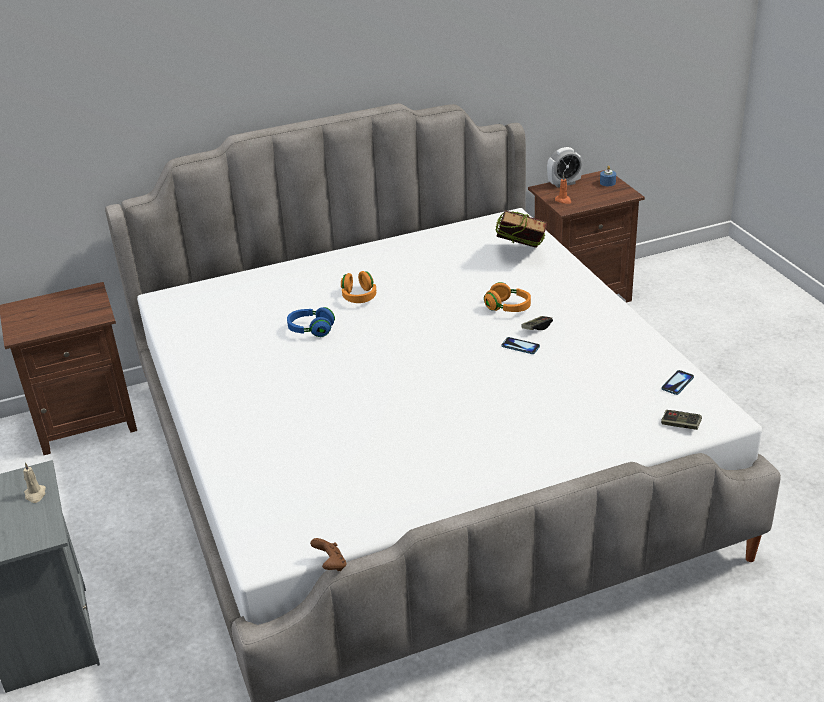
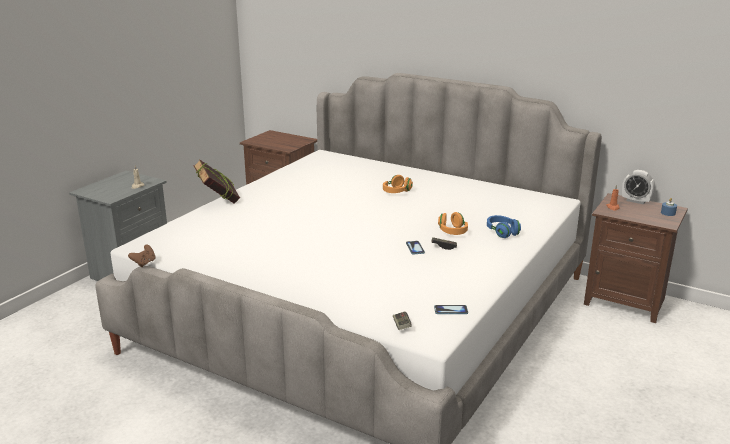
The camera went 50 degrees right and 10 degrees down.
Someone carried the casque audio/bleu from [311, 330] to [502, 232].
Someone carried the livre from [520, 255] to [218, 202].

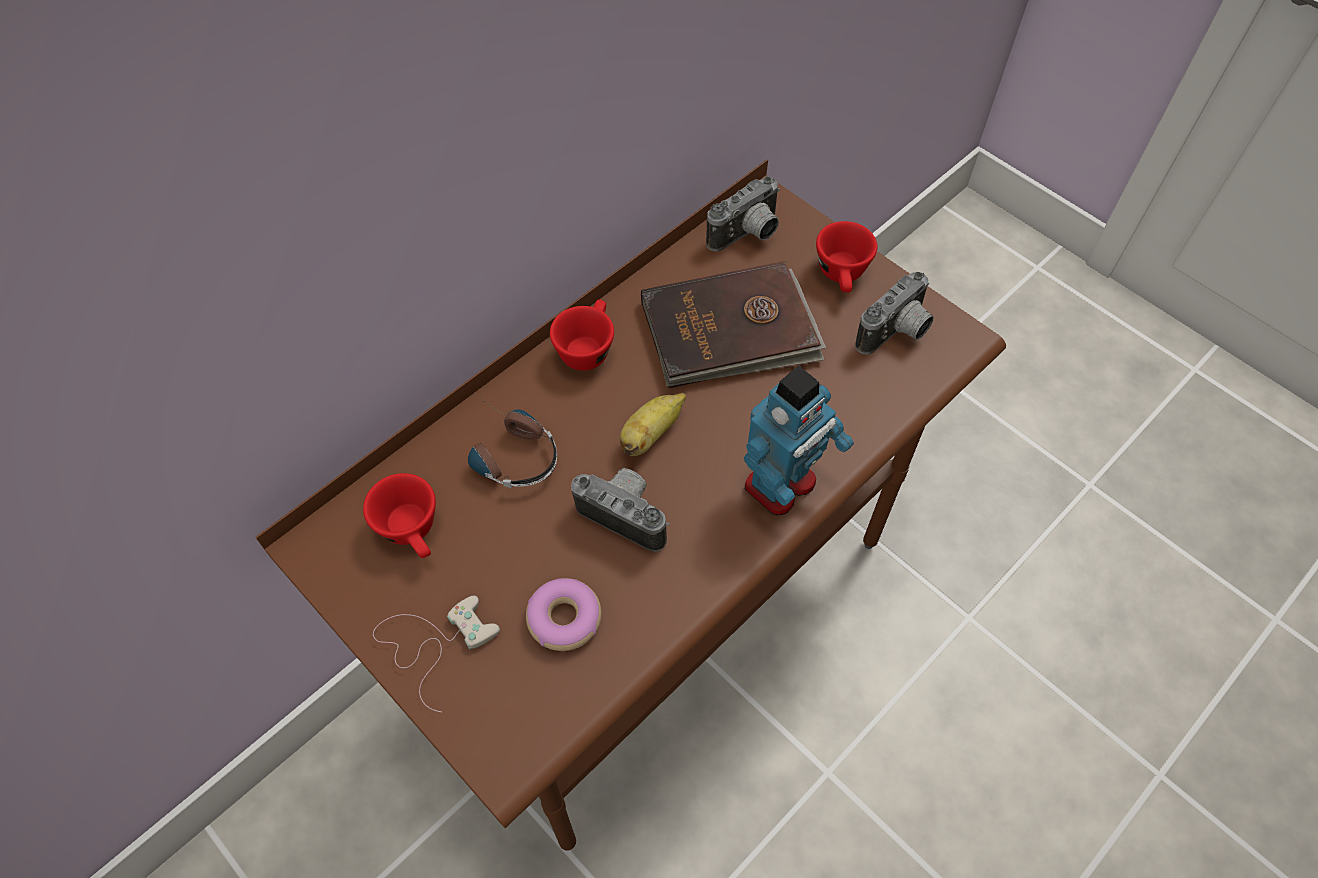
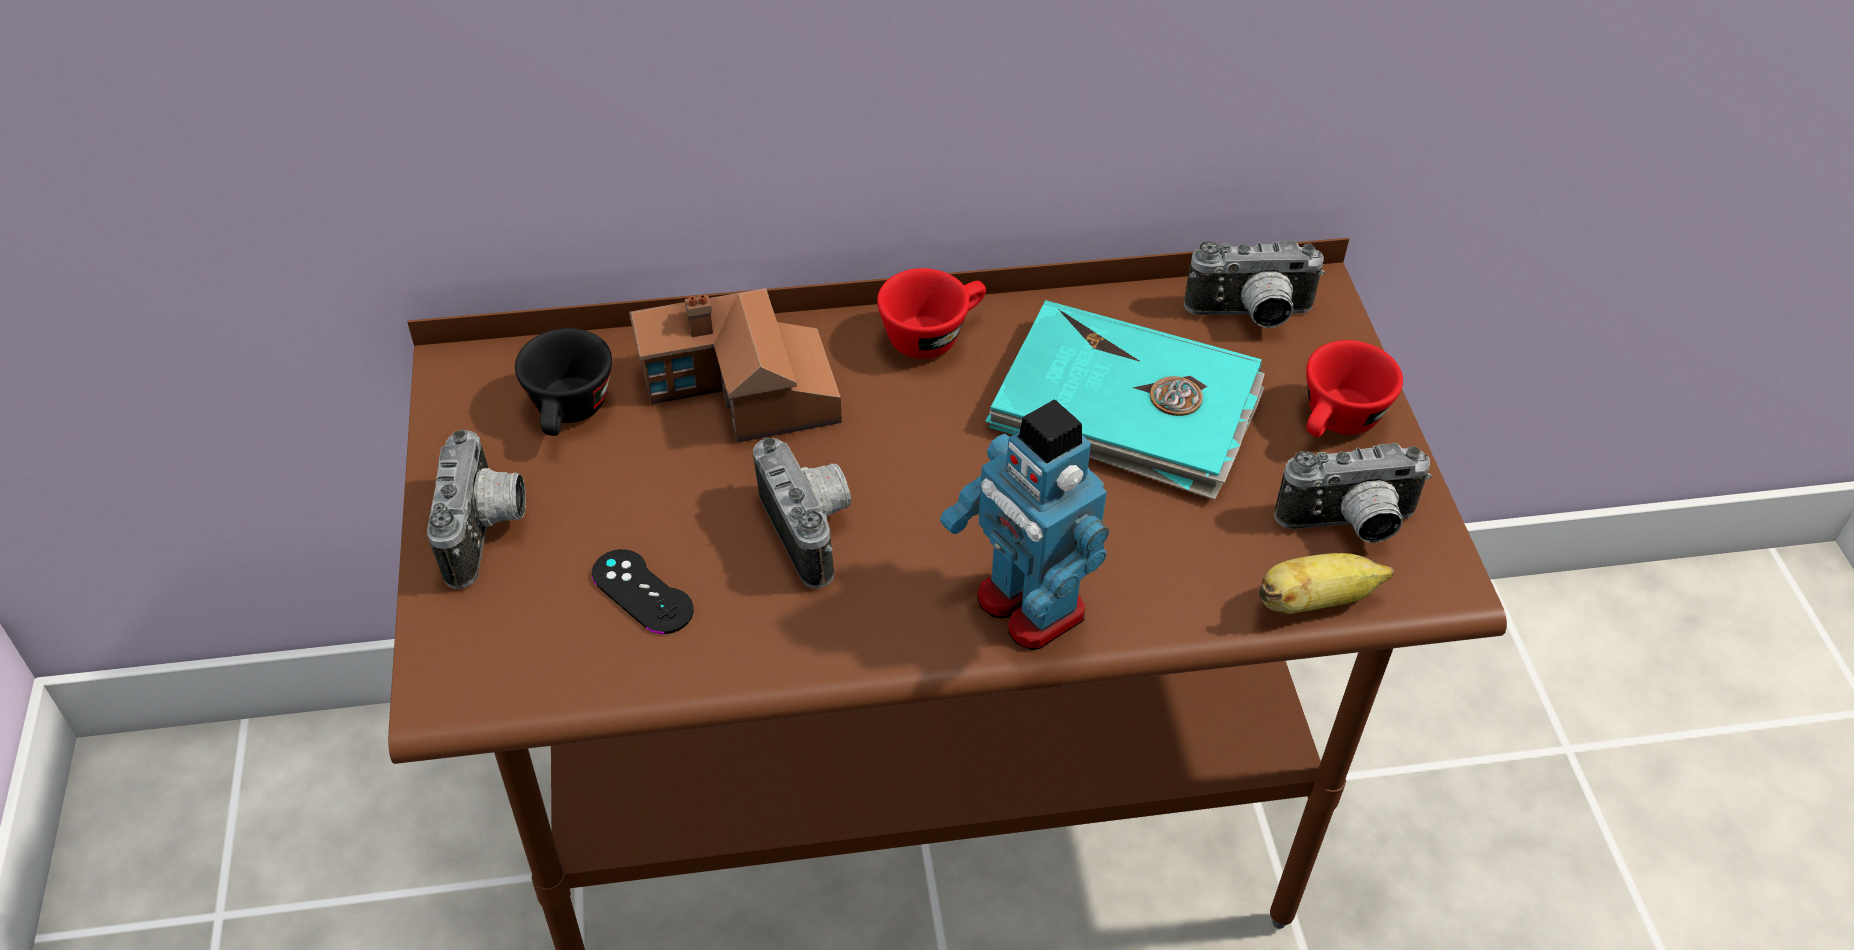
The camera went 35 degrees right and 10 degrees down.
Someone carried the banane from [651, 434] to [1315, 602].
Someone swapped the manette/blanc at [434, 643] for the appareil photo at [487, 531].
Someone swapped the casque audio at [506, 452] for the maison miniature at [740, 391].
Someone swapped the beignet at [564, 618] for the manette/noir at [642, 592].
Someone repainted the tasse/rouge at [413, 532], which became the tasse/noir at [569, 413].
Someone repainted the livre/marron at [730, 331], which became the livre/turquoise at [1126, 408].
Someone rotated the robot jouet at [781, 485] by 60 degrees clockwise.

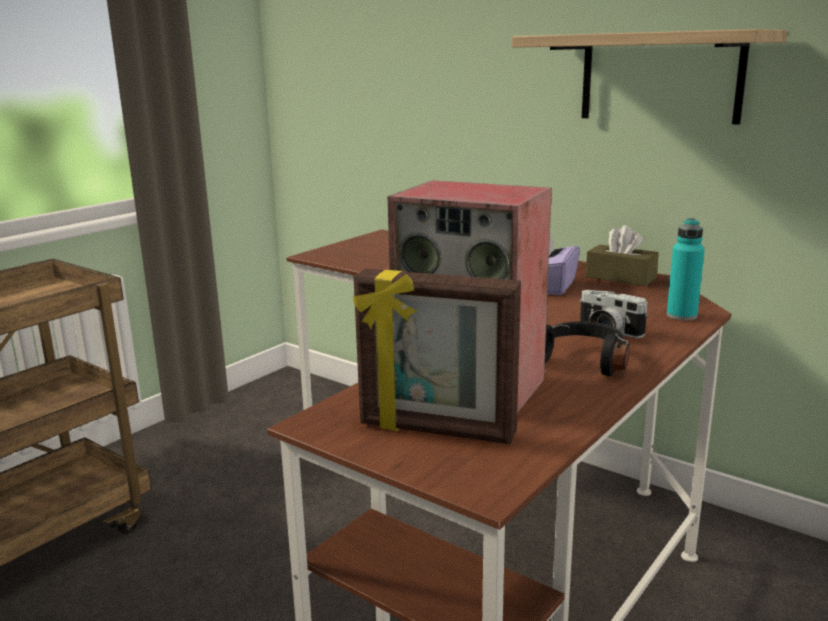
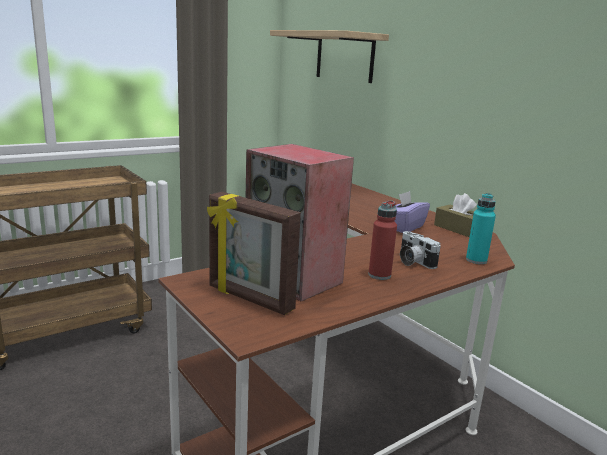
The camera went 15 degrees right and 0 degrees up.
Someone carried the étagère from [660, 77] to [344, 57].
Someone swapped the casque audio/noir at [581, 359] for the bouteille/rouge at [379, 275].

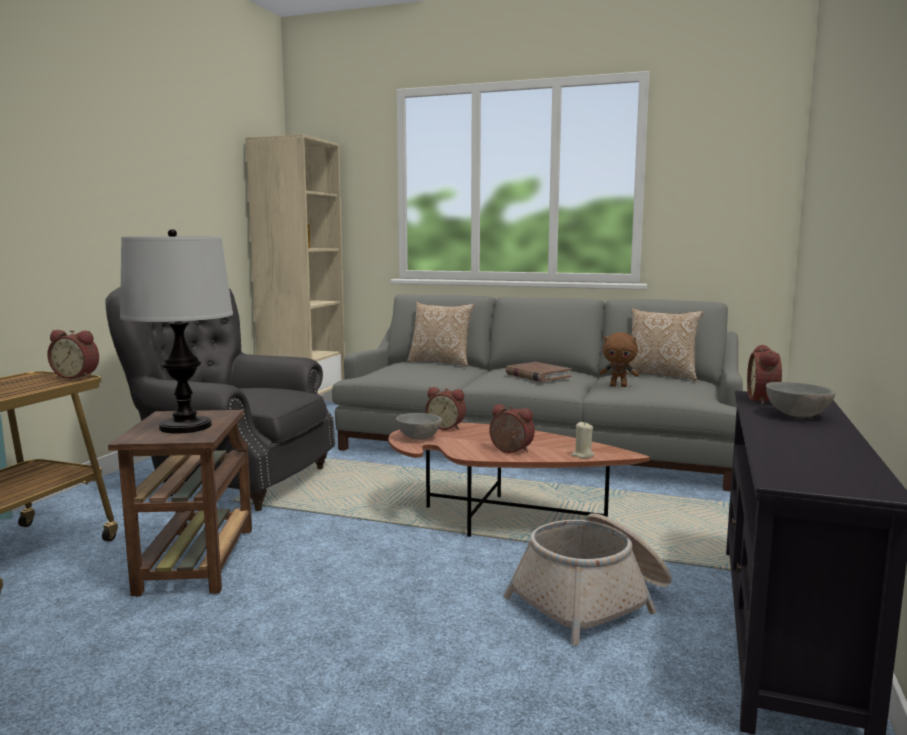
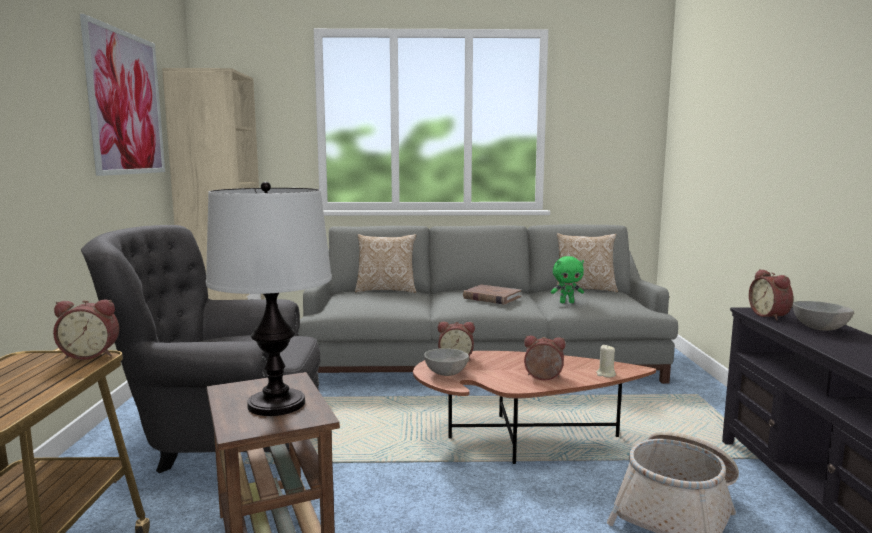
The camera went 20 degrees left and 0 degrees up.
Someone put up the tableau at [126, 103].
Someone repainted the peluche/marron at [618, 386], which became the peluche/vert at [567, 302].

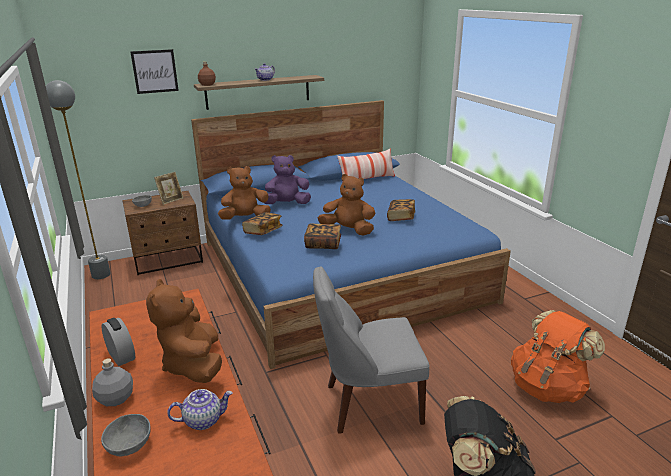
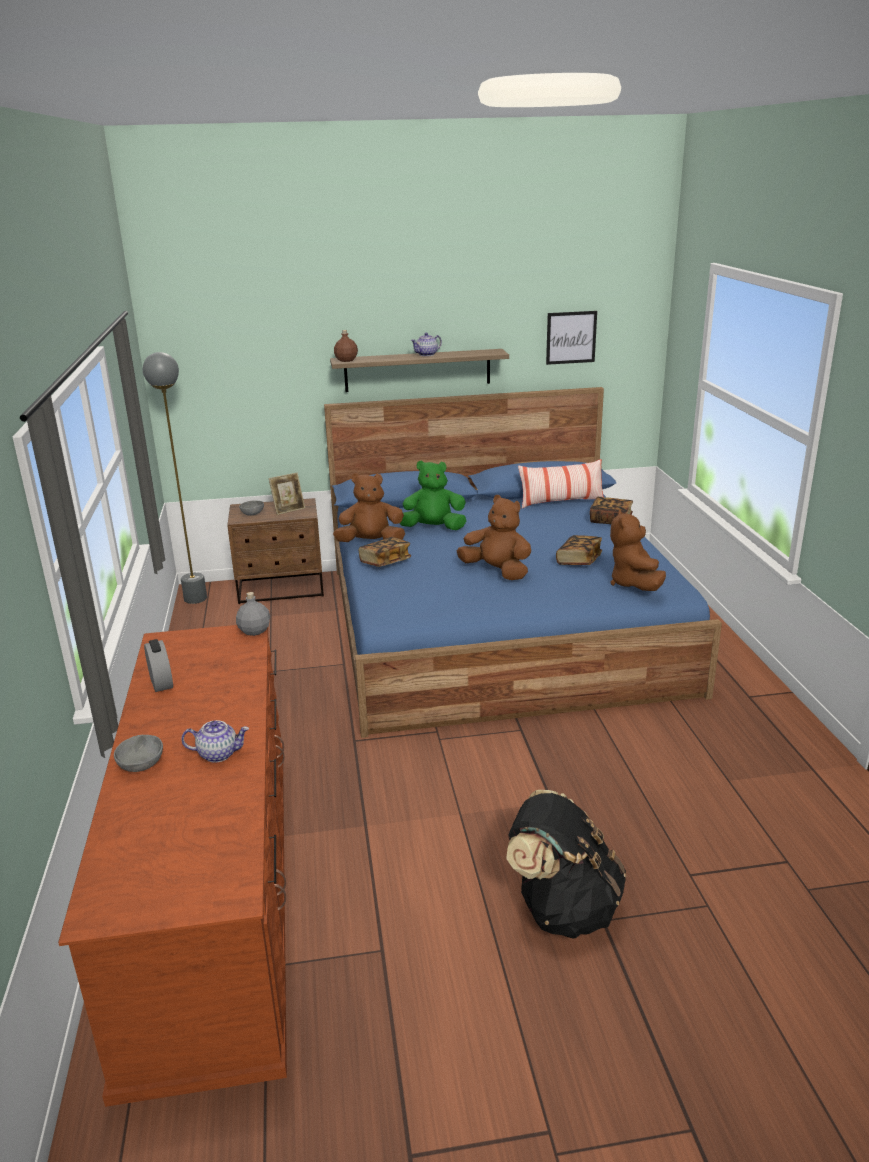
The camera went 15 degrees right and 0 degrees up.
Someone took away the chaise/gris at [368, 403].
Someone took away the sac à dos/orange at [547, 387].
Someone carried the bouteille/gris from [116, 399] to [255, 631].
Someone carried the tableau from [155, 71] to [571, 337].
Someone carried the peluche/marron from [193, 365] to [634, 584].
Someone carried the livre from [323, 244] to [610, 520].
Someone repainted the peluche/violet at [287, 204], which became the peluche/vert at [433, 528].

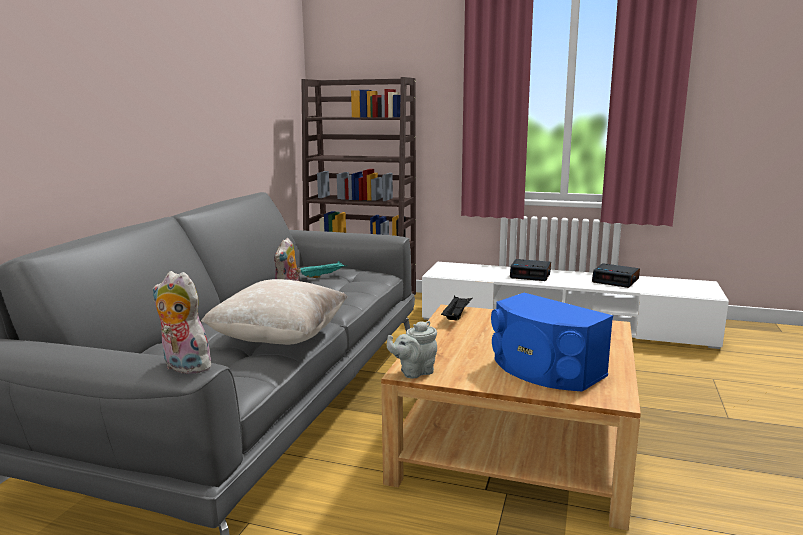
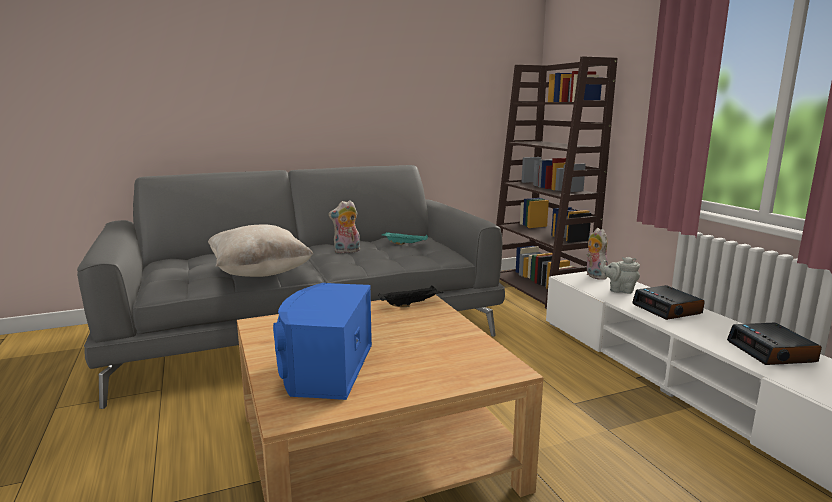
The camera went 50 degrees right and 0 degrees up.
Someone carried the peluche from [183, 367] to [594, 276].
Someone carried the théière/gris from [414, 372] to [619, 290].

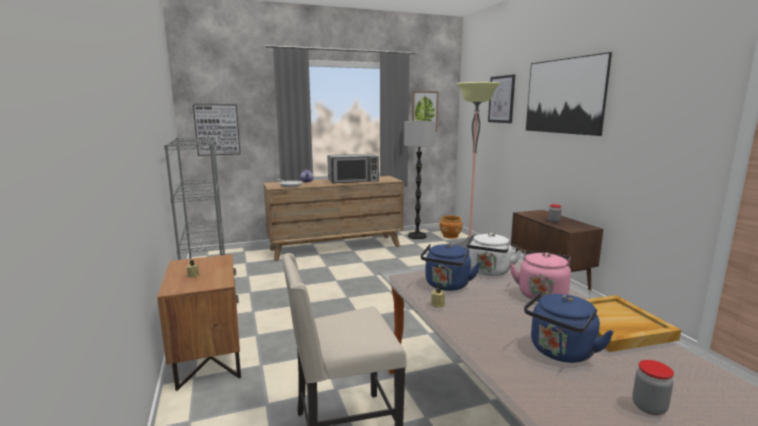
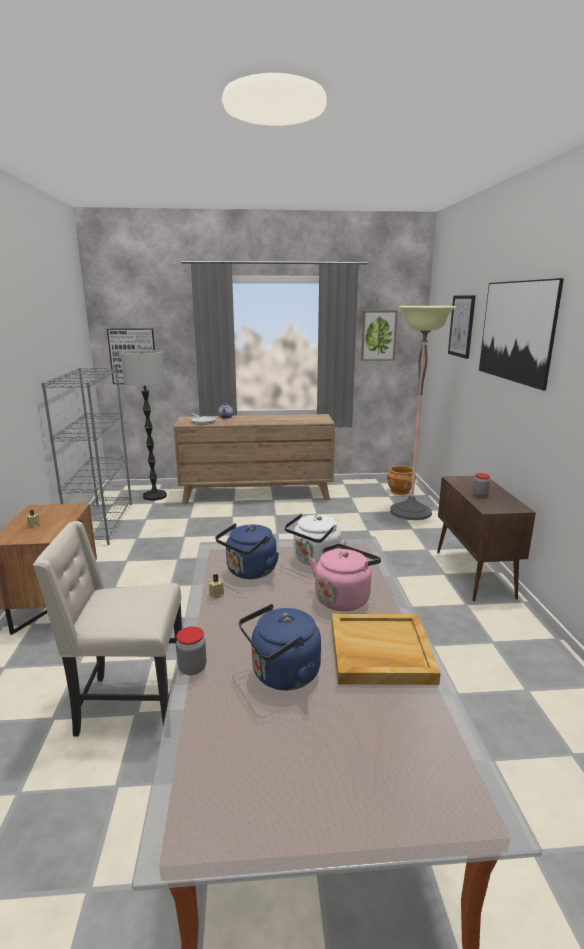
The camera went 15 degrees right and 5 degrees up.
Someone took away the micro-ondes at [353, 181].
Someone carried the lampadaire from [417, 236] to [155, 496].
Someone carried the bocal from [649, 407] to [192, 668].

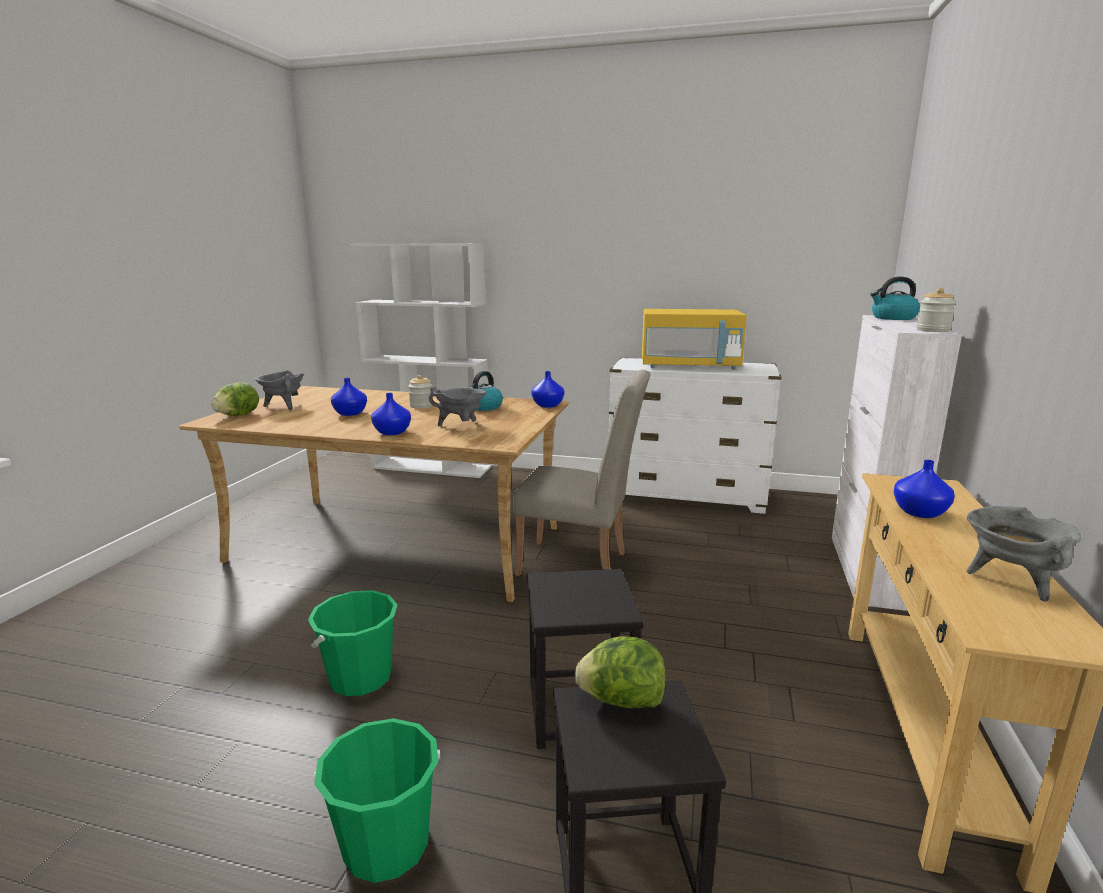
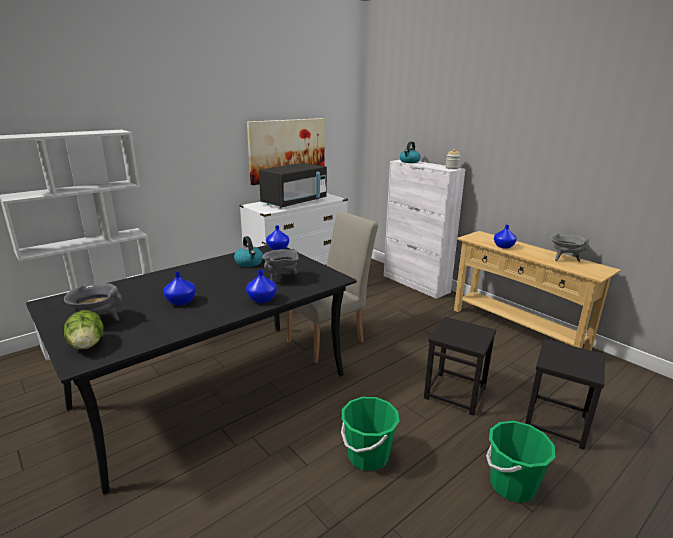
The camera went 55 degrees left and 5 degrees up.
Someone took away the bocal at [421, 406].
Someone took away the laitue at [621, 701].
Someone put up the tableau at [287, 150].
Someone repainted the table à manger/beige at [399, 543], which became the table à manger/noir at [213, 390].
Someone repainted the micro-ondes/jaune at [689, 366], which became the micro-ondes/noir at [294, 202].

